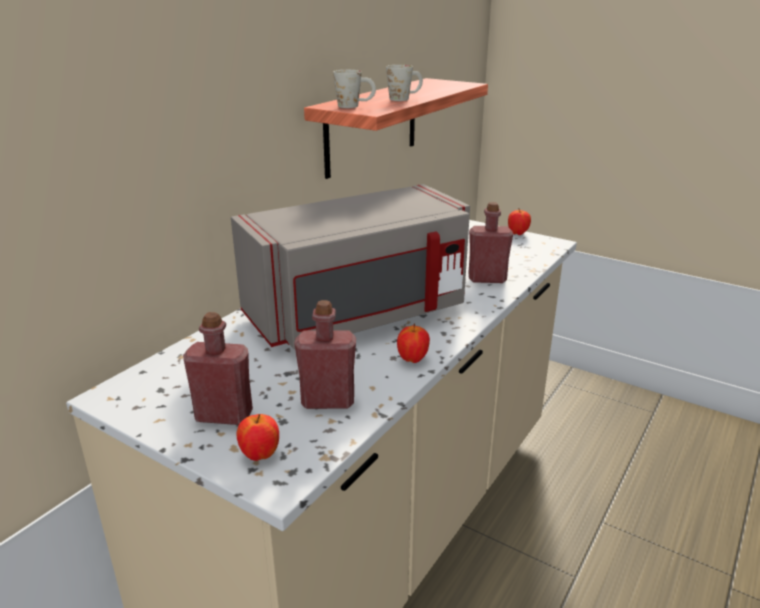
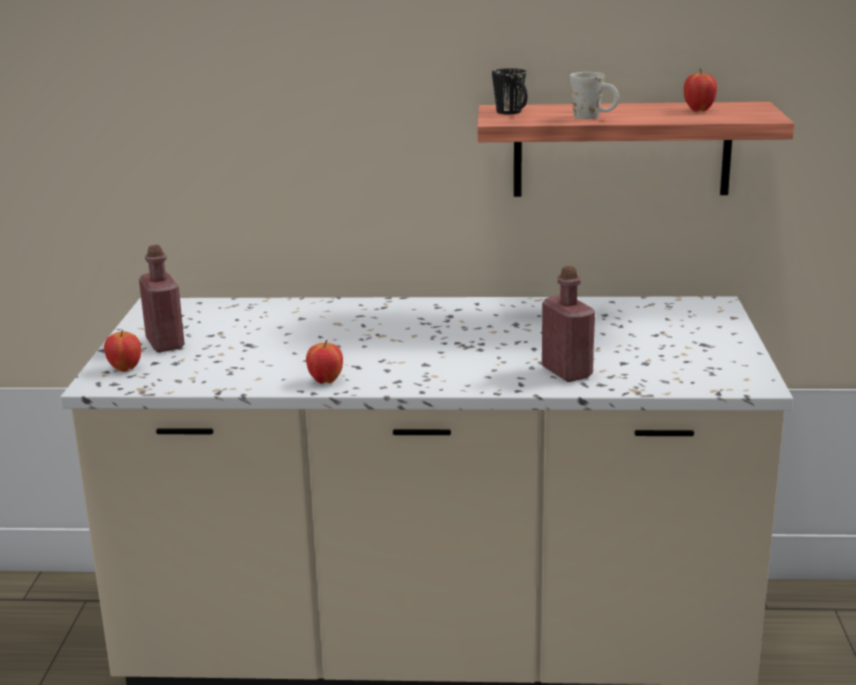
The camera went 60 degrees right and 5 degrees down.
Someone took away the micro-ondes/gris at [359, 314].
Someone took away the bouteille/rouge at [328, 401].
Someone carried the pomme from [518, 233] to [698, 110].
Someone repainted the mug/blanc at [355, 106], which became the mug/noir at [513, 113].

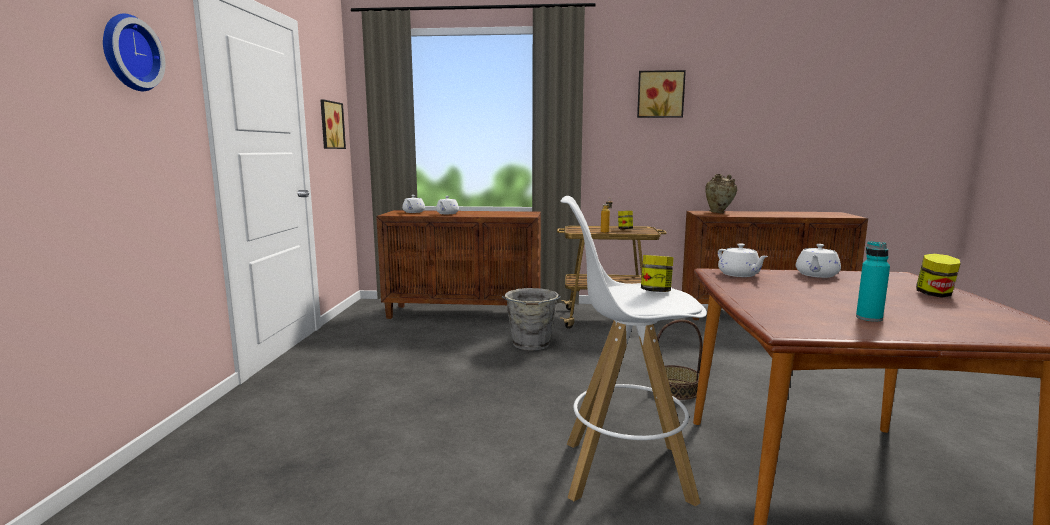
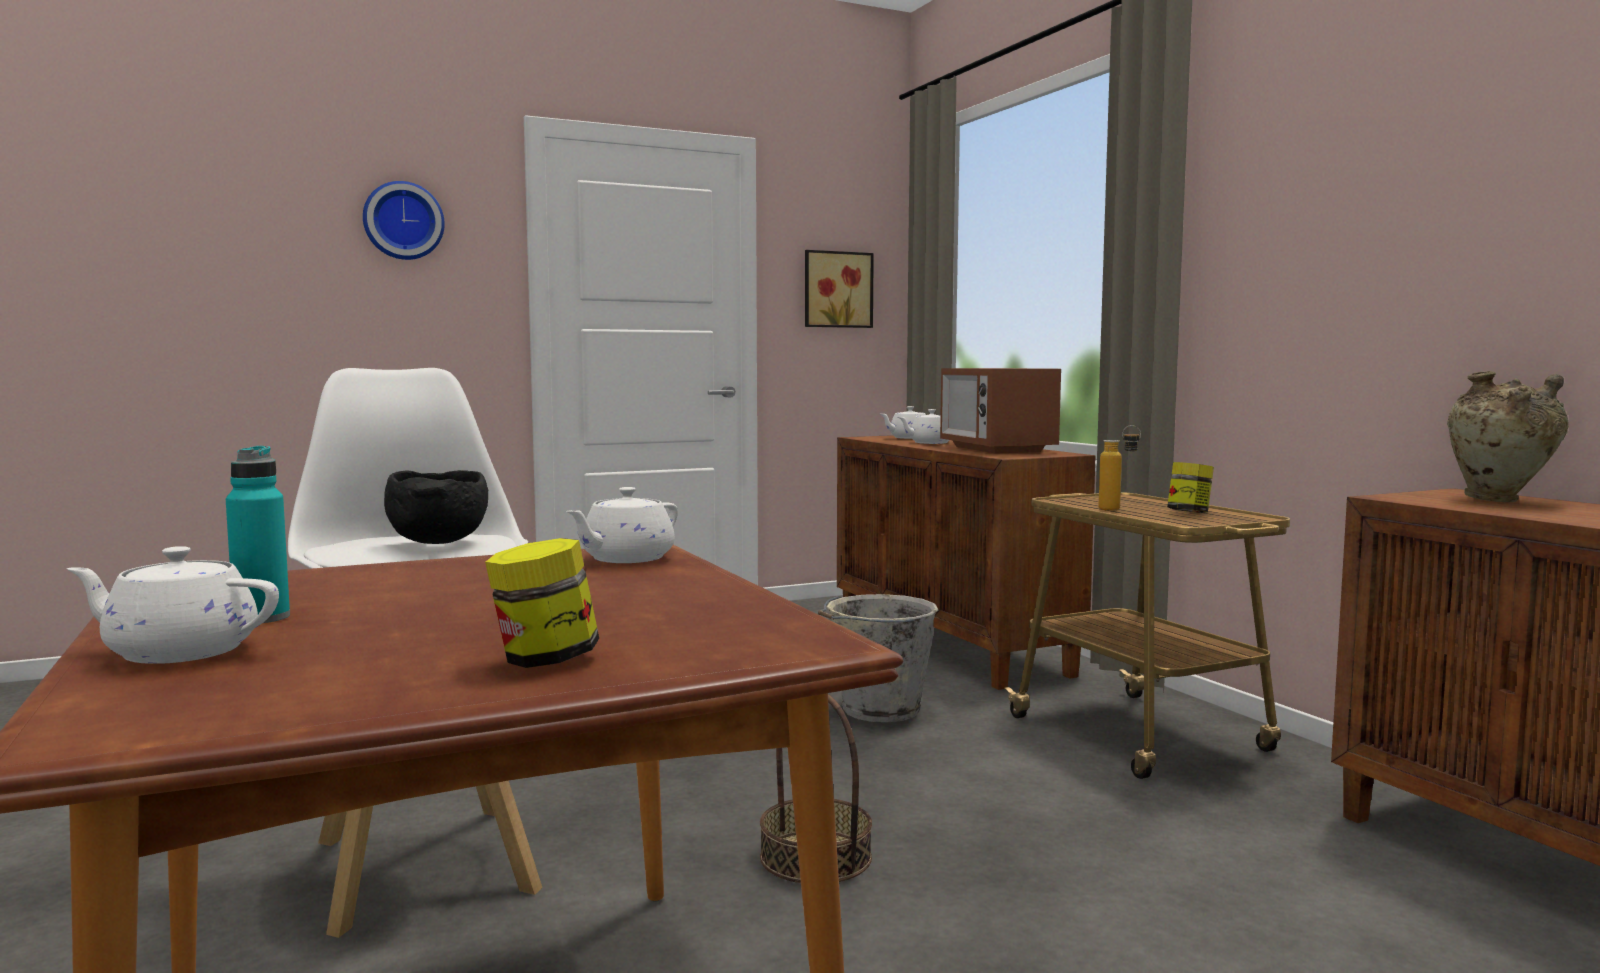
The camera went 60 degrees right and 5 degrees down.
Someone took away the tableau at [660, 94].
Someone put down the micro-ondes at [996, 449].
Someone carried the théière/blanc from [816, 275] to [178, 652].
Someone swapped the bocal at [656, 291] for the bol/noir at [438, 542].

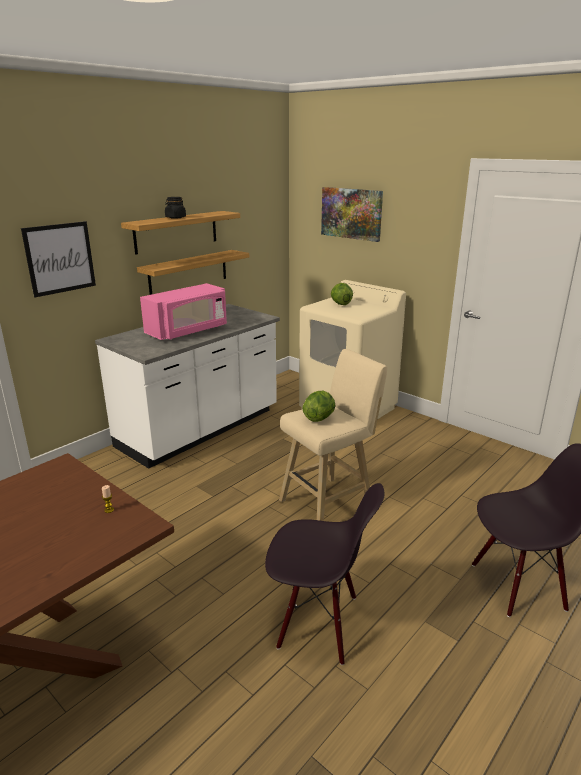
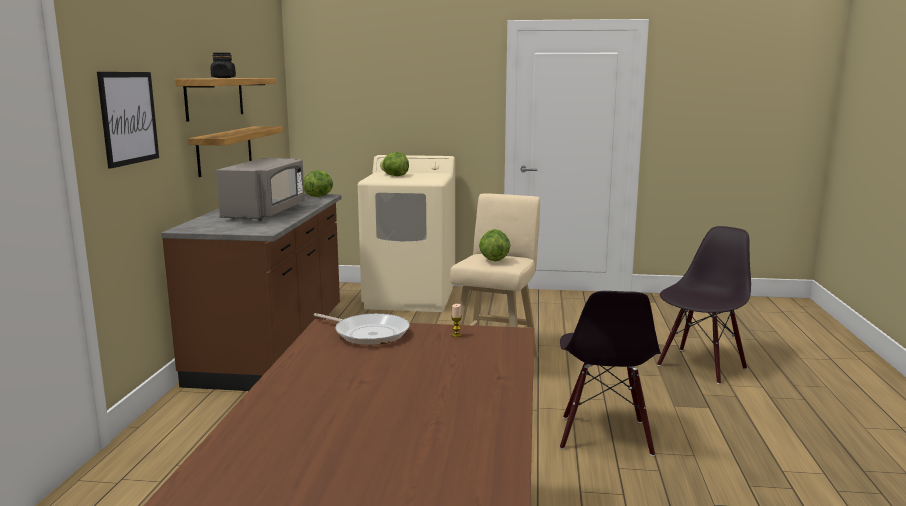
The camera went 35 degrees left and 10 degrees down.
Someone took away the tableau at [351, 213].
Someone put down the laitue at [319, 196].
Someone put down the poêle at [368, 333].
Someone repainted the comptoir de cuisine/blanc at [200, 429], which became the comptoir de cuisine/marron at [272, 347].
Someone repainted the micro-ondes/rose at [188, 331], which became the micro-ondes/gris at [266, 213].
Someone rotated the chaise/noir at [318, 623] by 120 degrees clockwise.

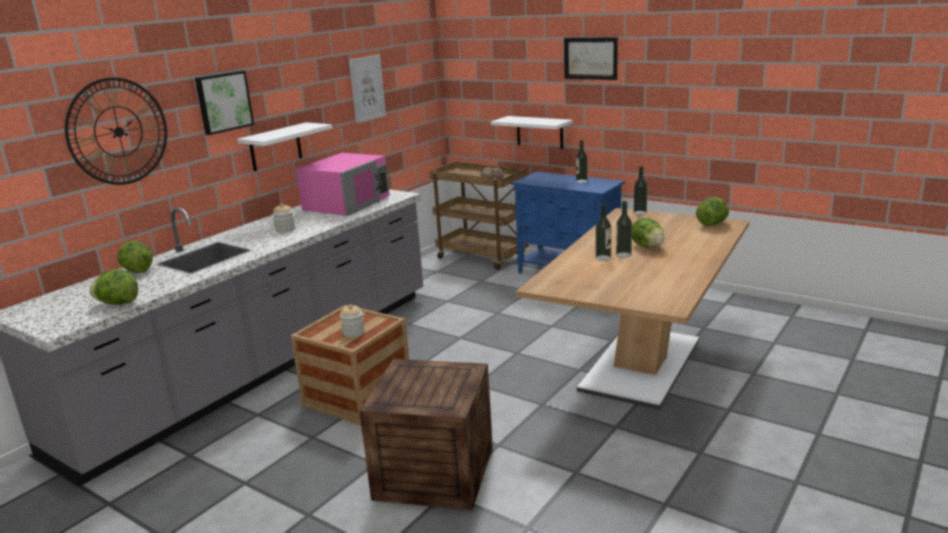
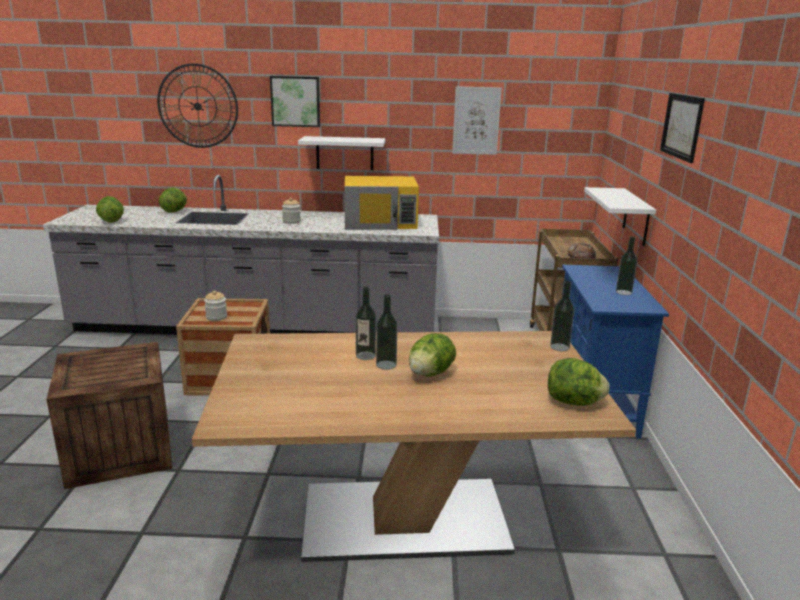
The camera went 55 degrees right and 0 degrees up.
Someone repainted the micro-ondes/rose at [347, 202], which became the micro-ondes/jaune at [380, 222].

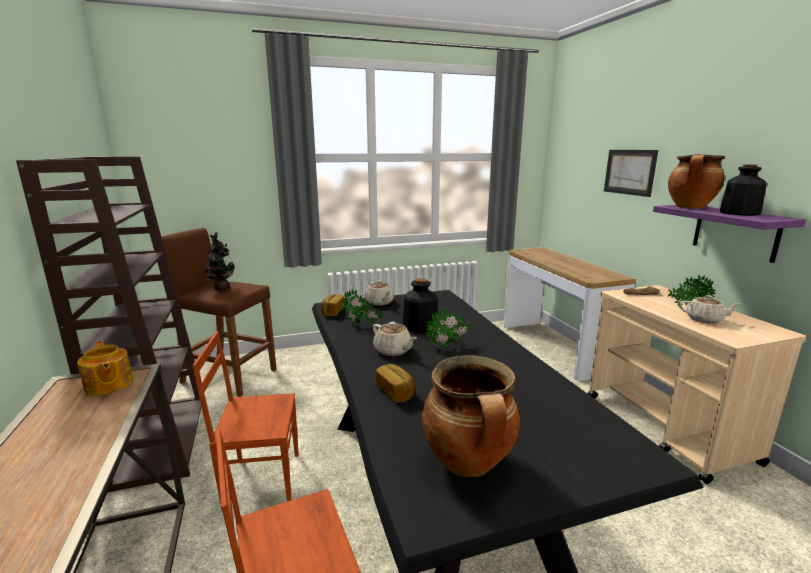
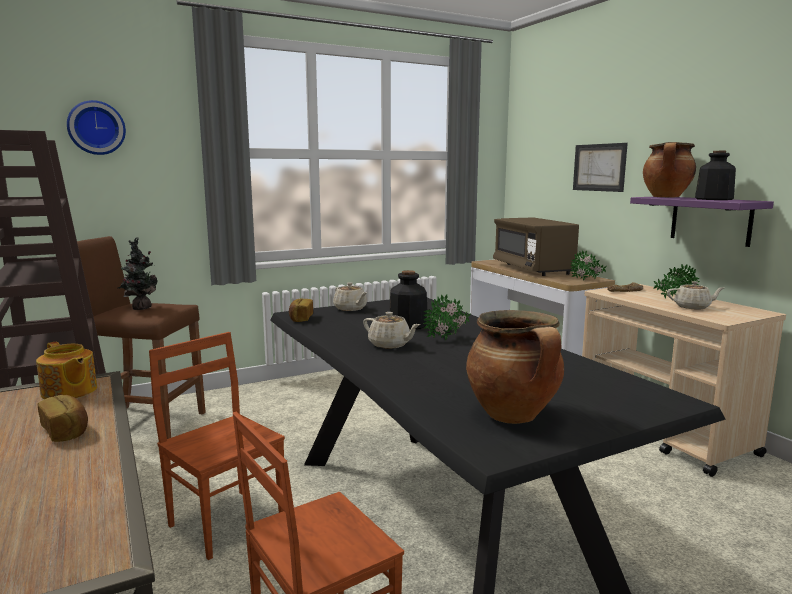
The camera went 10 degrees left and 5 degrees down.
Someone put up the horloge murale at [96, 128].
Someone put down the micro-ondes/marron at [532, 269].
Someone carried the plante en pot from [361, 326] to [587, 280].
Someone carried the pain from [396, 392] to [66, 431].
Someone rotated the chaise/marron at [261, 479] by 60 degrees clockwise.

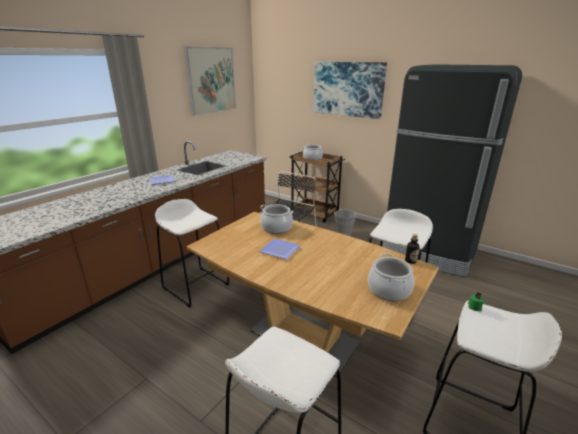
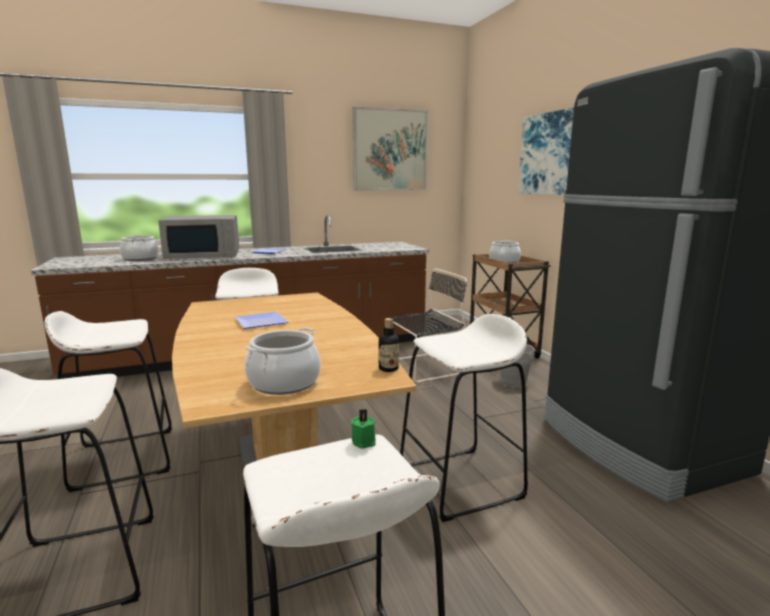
The camera went 35 degrees right and 10 degrees down.
Someone put down the tabouret/blanc at [124, 458].
Someone put down the micro-ondes/gris at [204, 255].
Someone carried the marmite from [276, 228] to [140, 259].

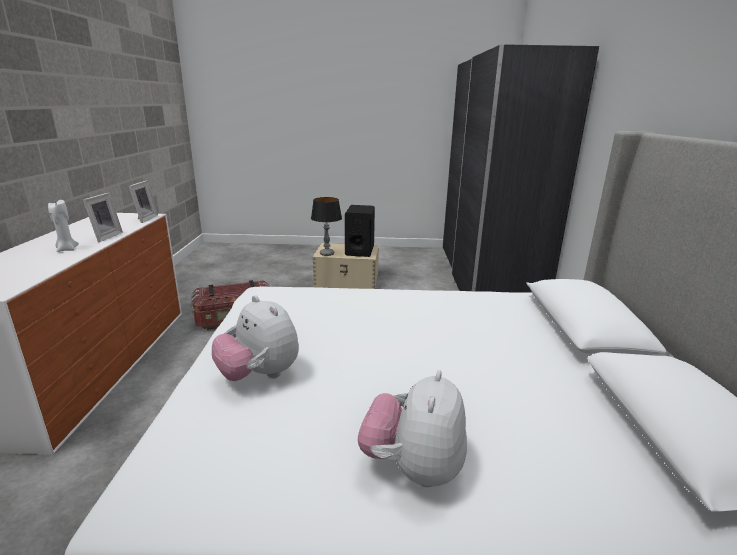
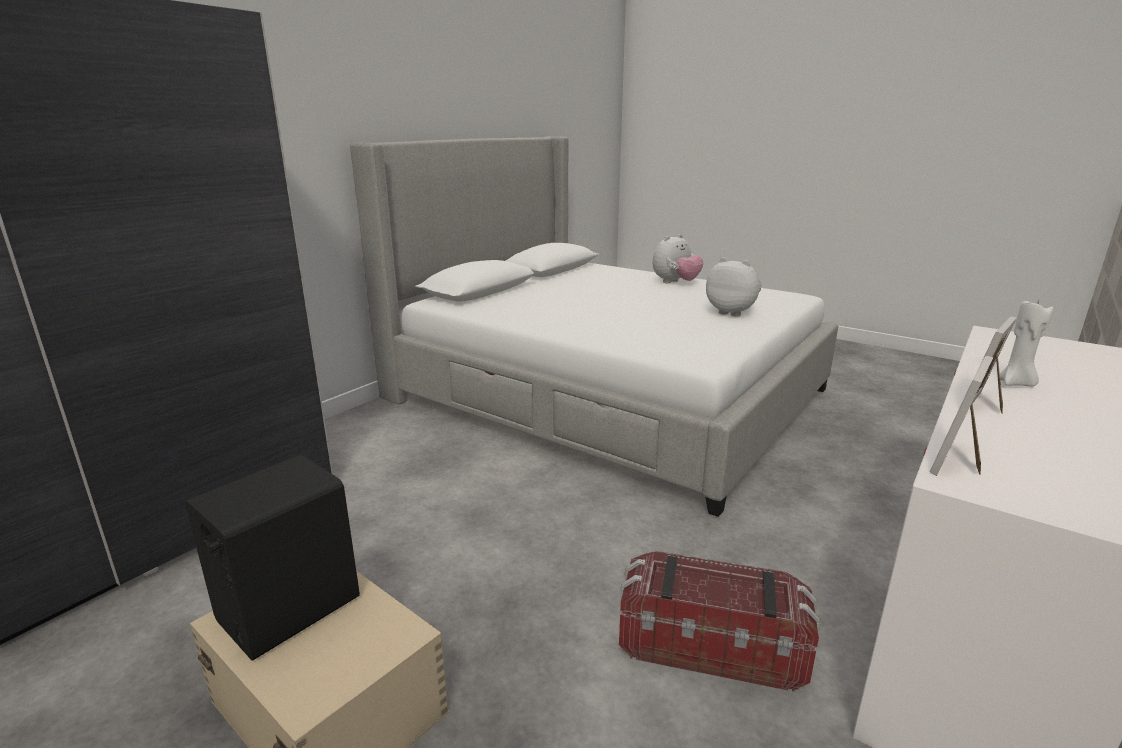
The camera went 145 degrees left and 0 degrees up.
Someone took away the lampe de table at [326, 254].
Someone rotated the peluche at [259, 375] by 45 degrees counterclockwise.

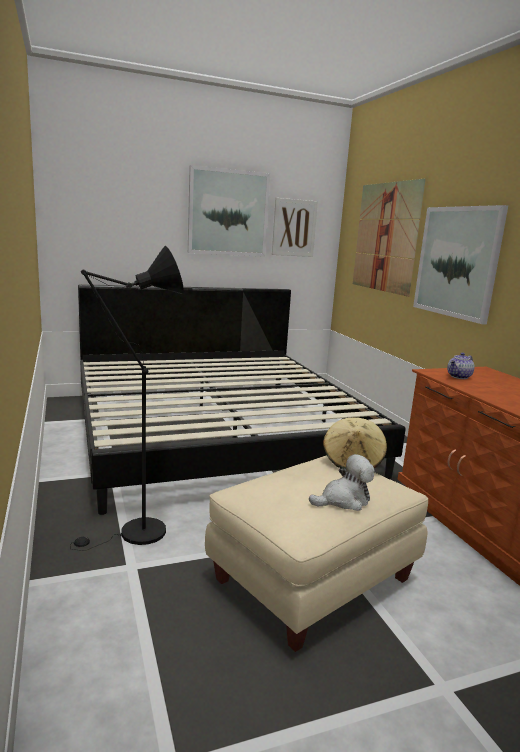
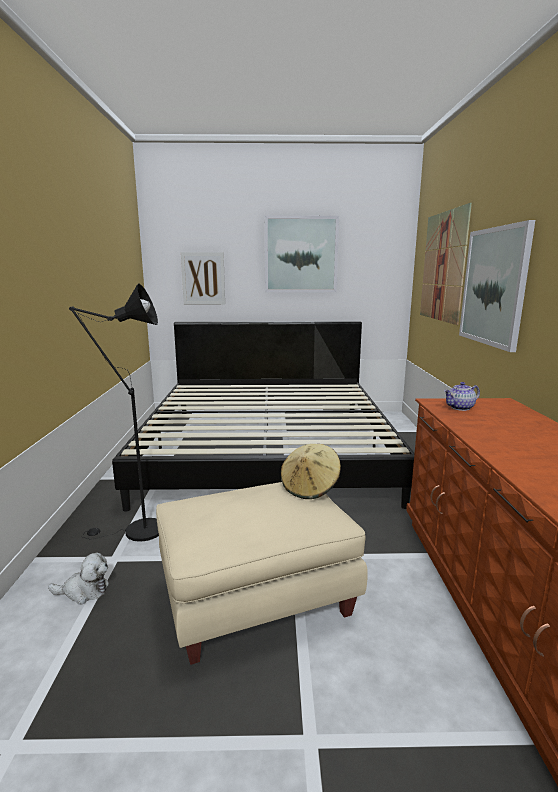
The camera went 20 degrees right and 0 degrees up.
Someone carried the tableau from [294, 228] to [203, 278].
Someone carried the peluche from [343, 500] to [84, 591].

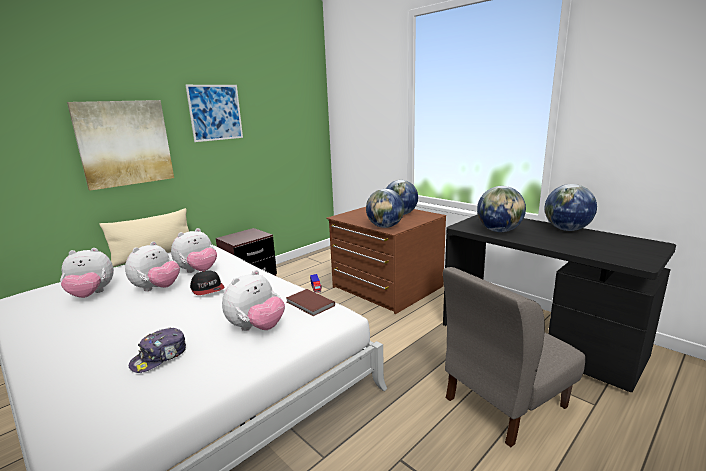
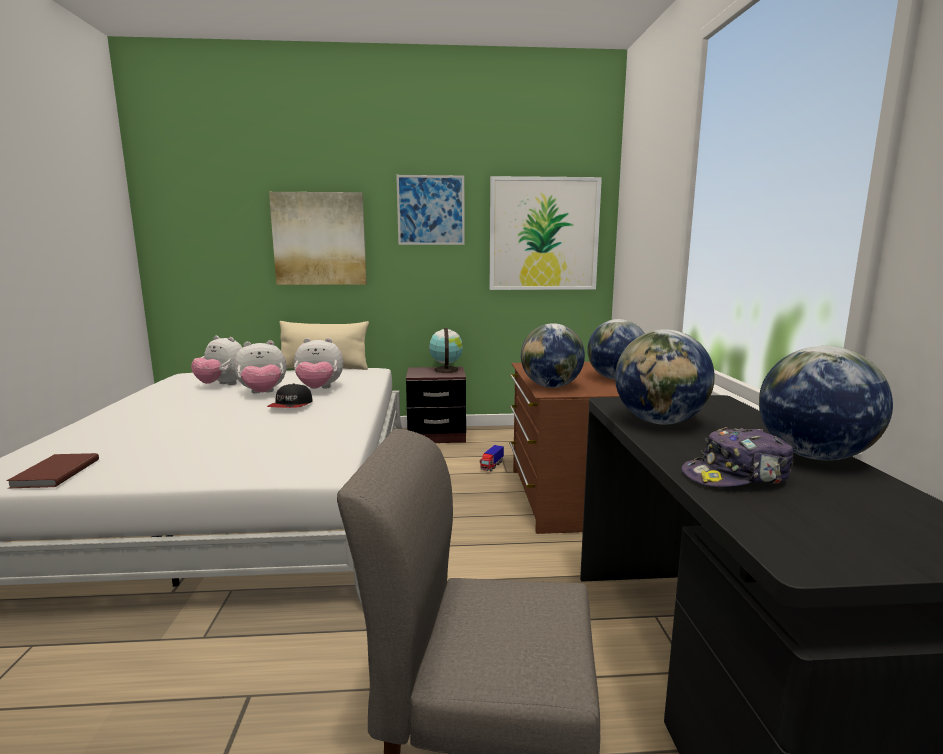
The camera went 40 degrees right and 5 degrees down.
Someone took away the peluche at [256, 328].
Someone put down the globe at [446, 370].
Someone put up the tableau at [543, 234].
Someone carried the casquette from [160, 357] to [736, 476].
Someone carried the livre/marron from [309, 304] to [53, 473].

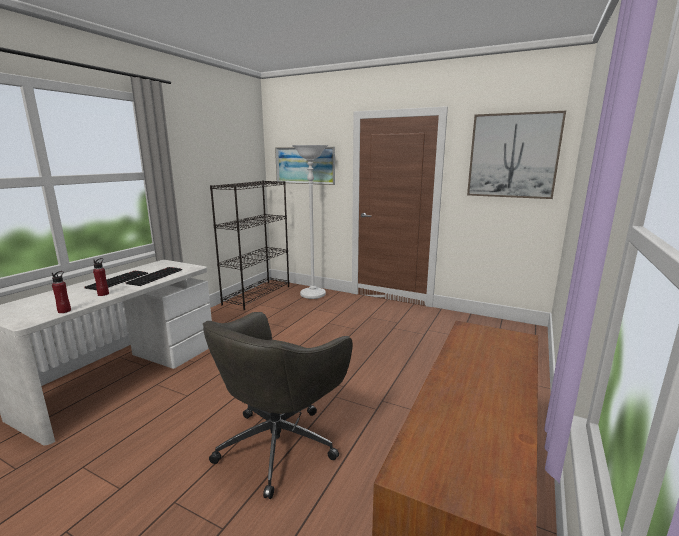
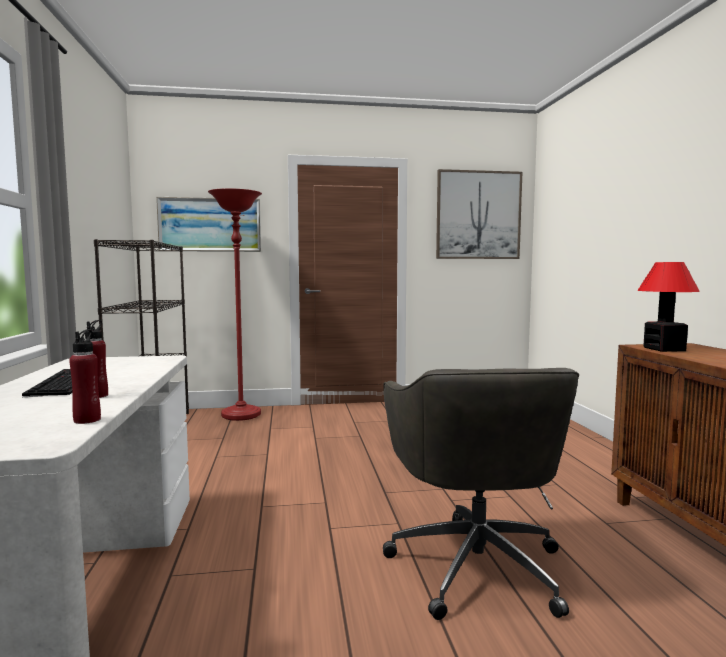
The camera went 35 degrees left and 10 degrees down.
Someone took away the clavier at [155, 276].
Someone put down the lampe de table at [663, 349].
Someone repainted the lampadaire/blanc at [313, 295], which became the lampadaire/rouge at [241, 415].

